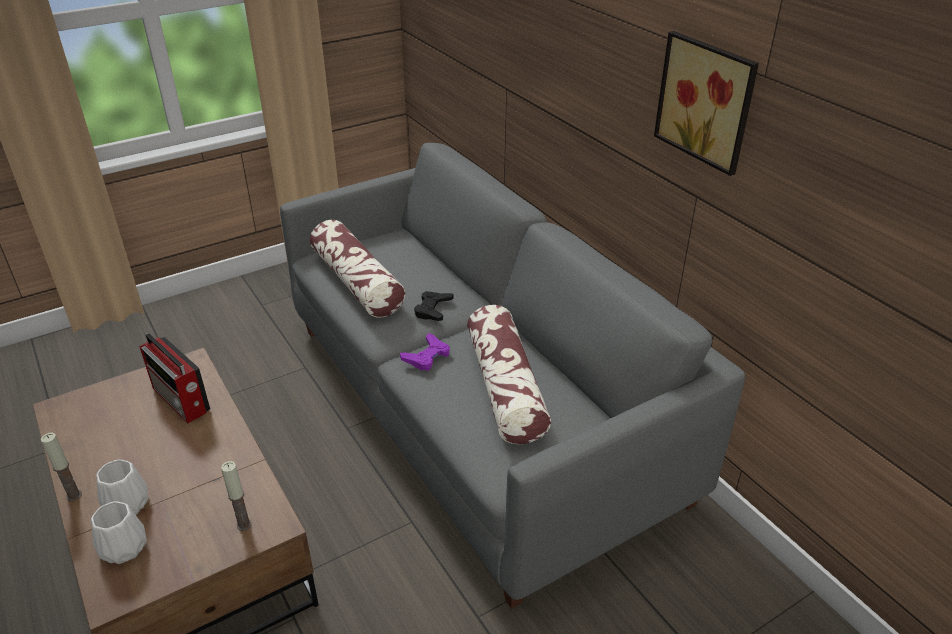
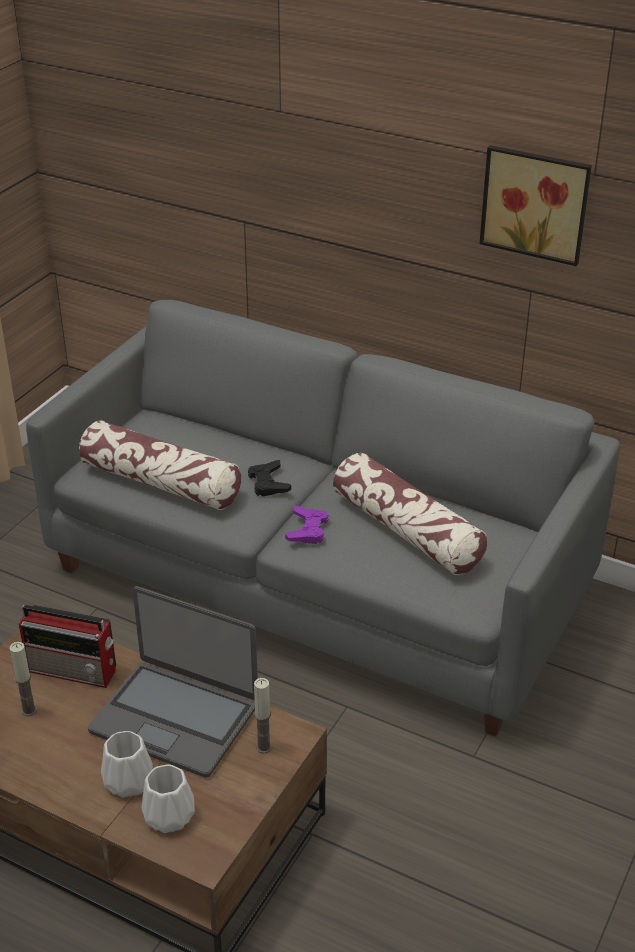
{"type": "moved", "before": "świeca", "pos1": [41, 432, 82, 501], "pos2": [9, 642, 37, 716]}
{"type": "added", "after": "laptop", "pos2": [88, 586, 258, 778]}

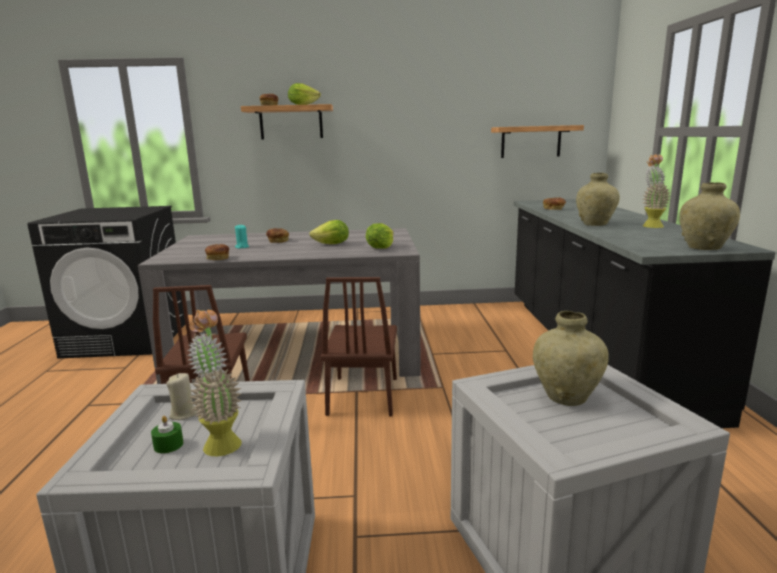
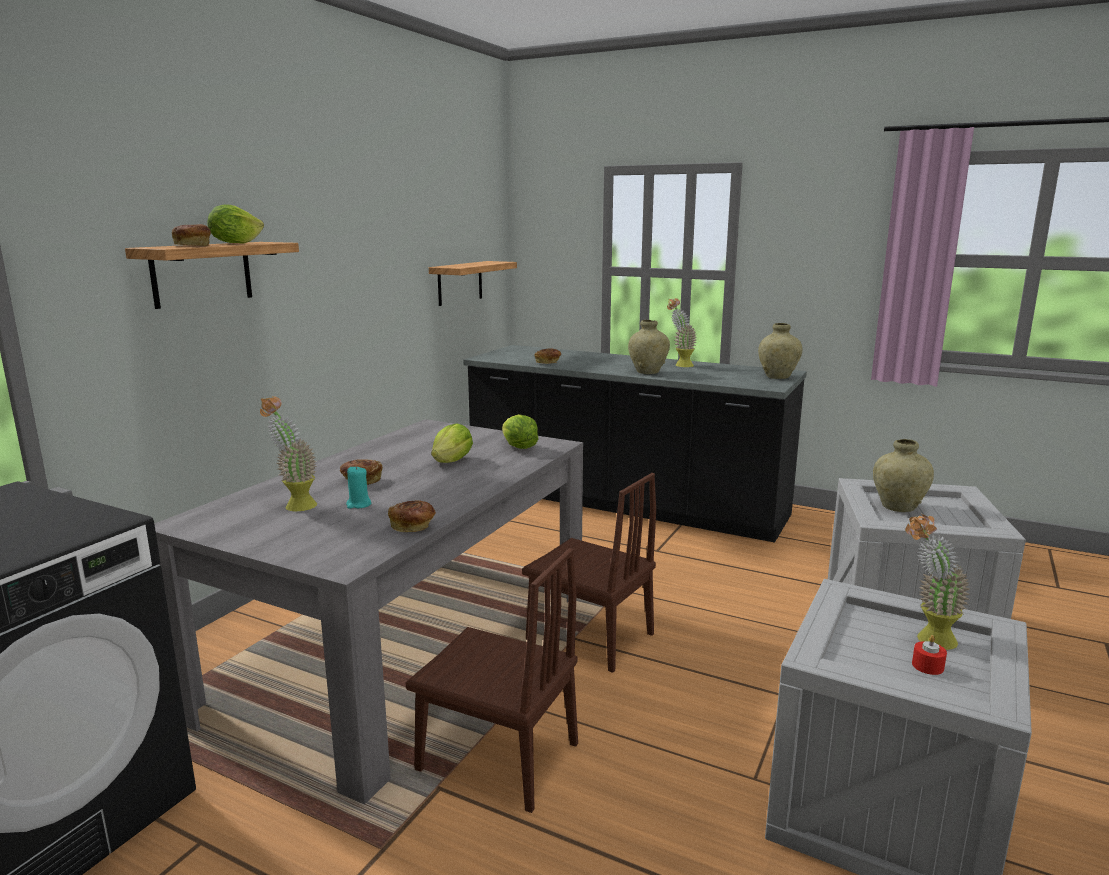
{"type": "recoloured", "before": "świeca (zielony)", "after": "świeca (czerwony)", "pos1": [151, 416, 183, 454], "pos2": [912, 635, 947, 675]}
{"type": "removed", "before": "świeca (beżowy)", "pos1": [166, 373, 197, 420]}
{"type": "added", "after": "roślina doniczkowa", "pos2": [260, 396, 317, 511]}

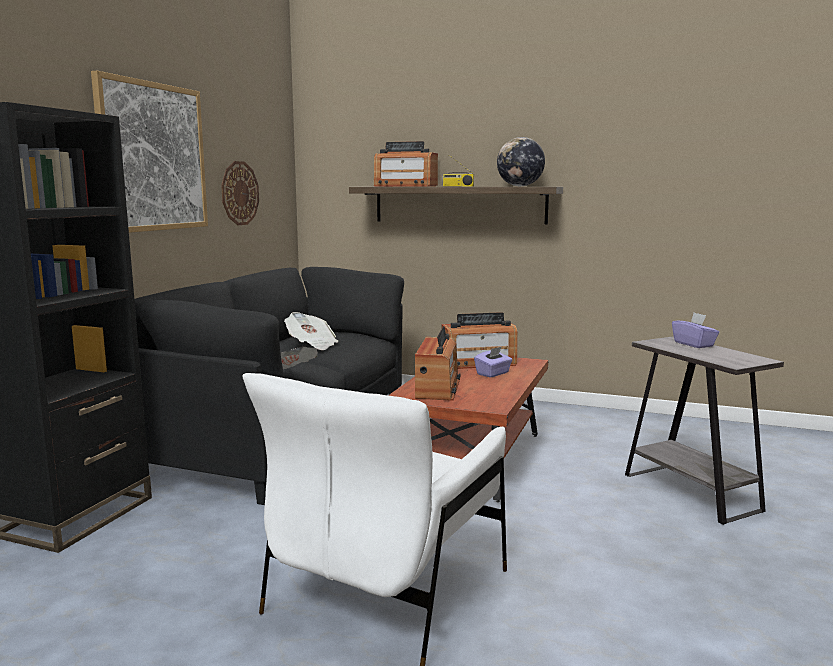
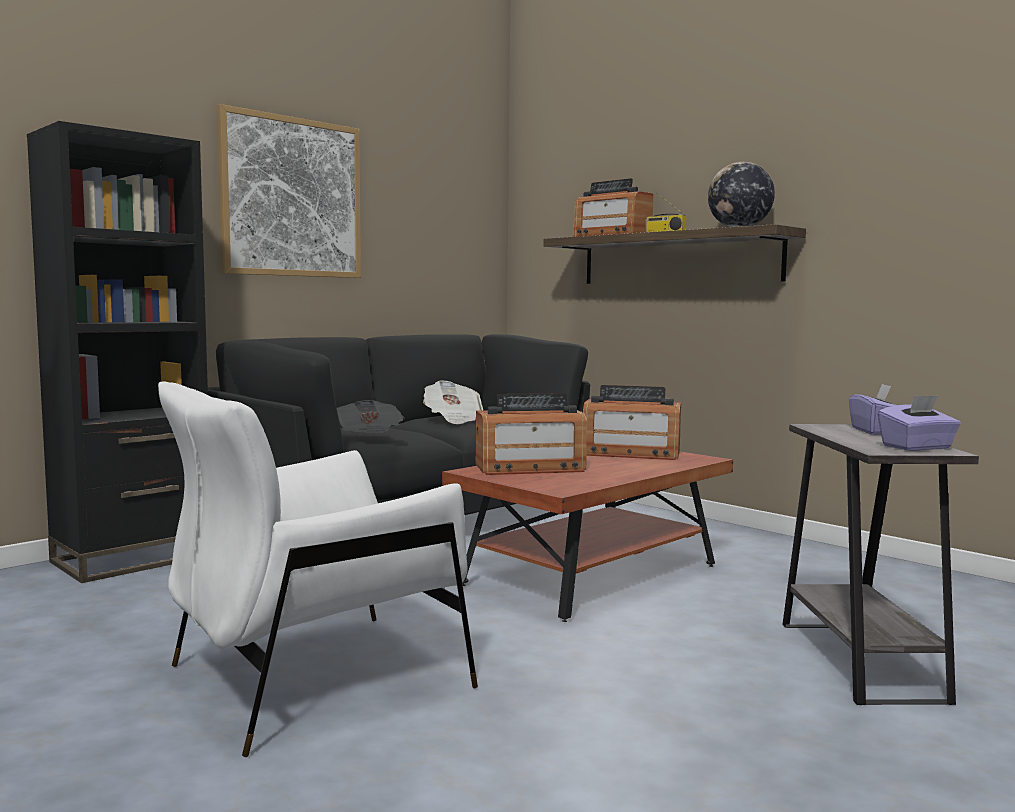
{"type": "removed", "before": "zegar ścienny", "pos1": [221, 161, 259, 225]}
{"type": "turned", "before": "radio", "pos1": [415, 326, 461, 401], "pos2": [476, 393, 587, 475], "turn": 45}
{"type": "moved", "before": "pudełko chusteczek (fioletowy)", "pos1": [474, 347, 512, 378], "pos2": [878, 395, 961, 451]}

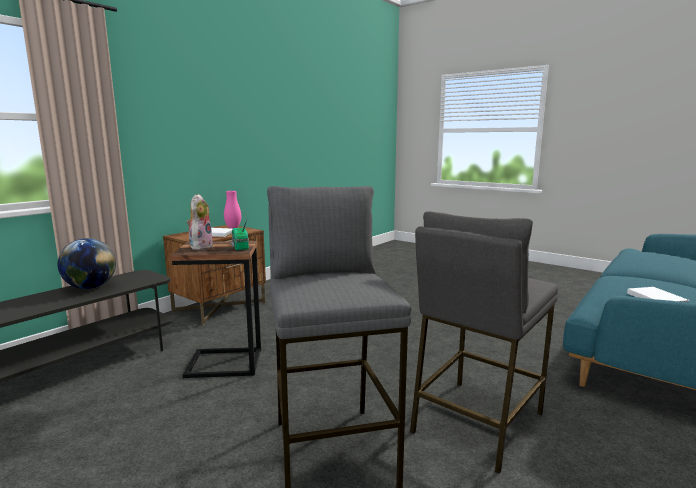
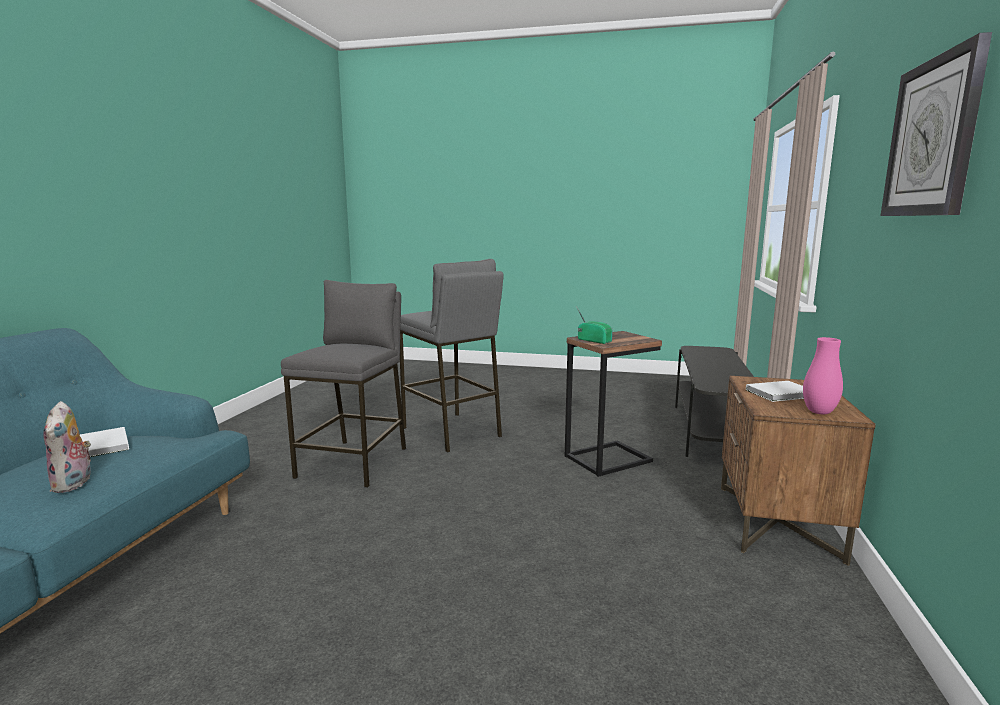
{"type": "removed", "before": "globus", "pos1": [58, 238, 116, 289]}
{"type": "moved", "before": "pluszak", "pos1": [187, 194, 213, 250], "pos2": [43, 401, 91, 493]}
{"type": "added", "after": "zegar ścienny", "pos2": [880, 32, 992, 216]}

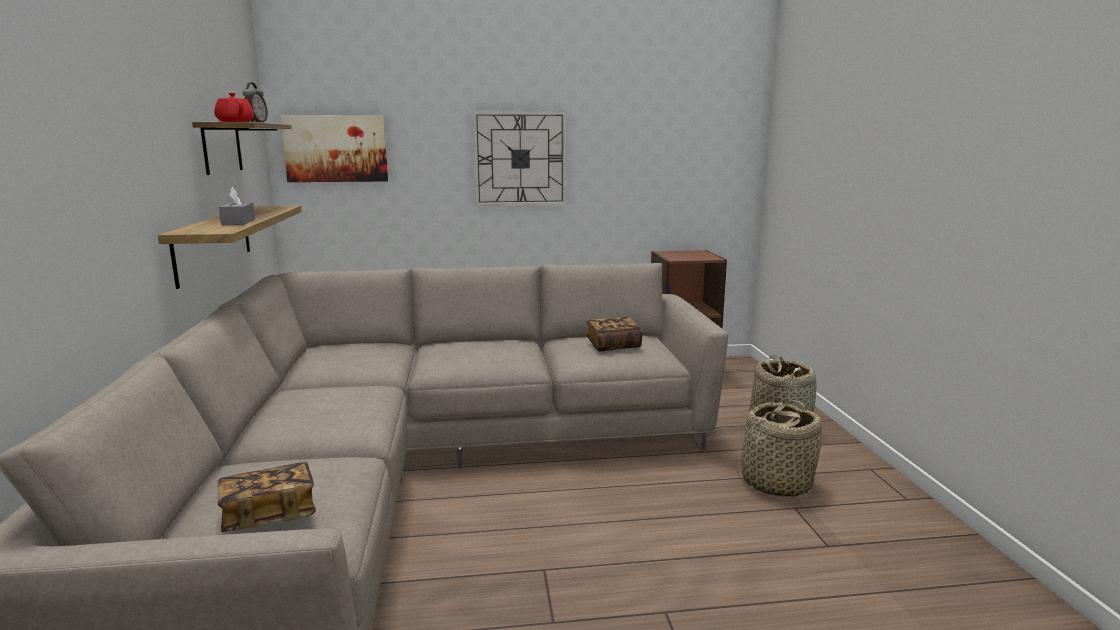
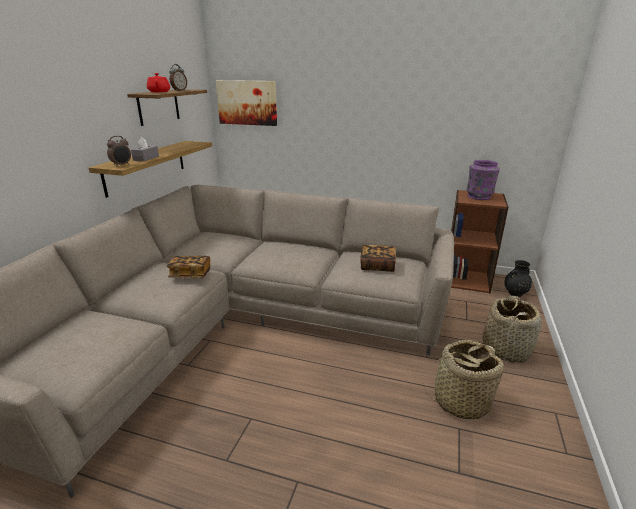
{"type": "moved", "before": "książka", "pos1": [217, 462, 316, 532], "pos2": [167, 256, 210, 278]}
{"type": "removed", "before": "zegar ścienny", "pos1": [473, 111, 566, 206]}
{"type": "added", "after": "budzik", "pos2": [107, 136, 131, 167]}
{"type": "added", "after": "wazon (fioletowy)", "pos2": [467, 160, 500, 200]}
{"type": "added", "after": "wazon (czarny)", "pos2": [504, 260, 532, 297]}

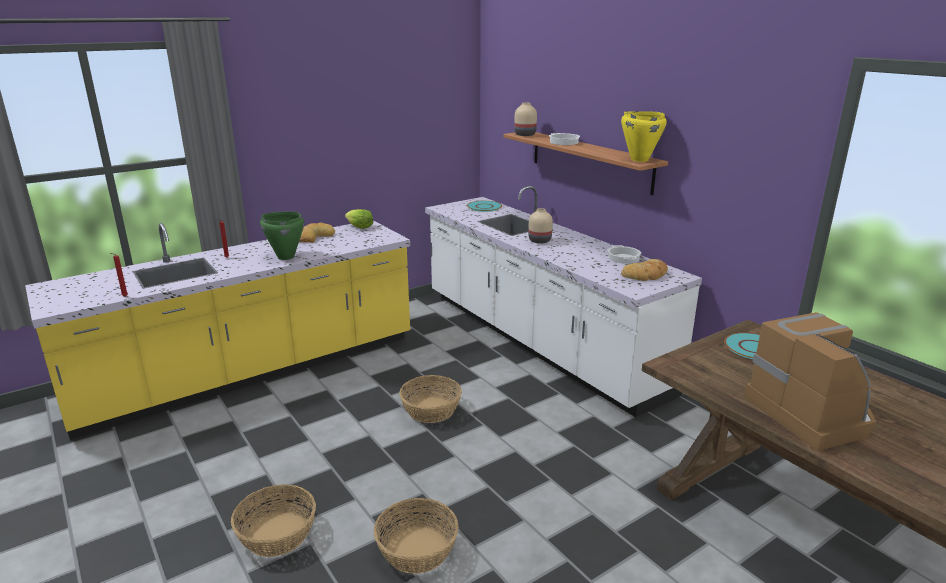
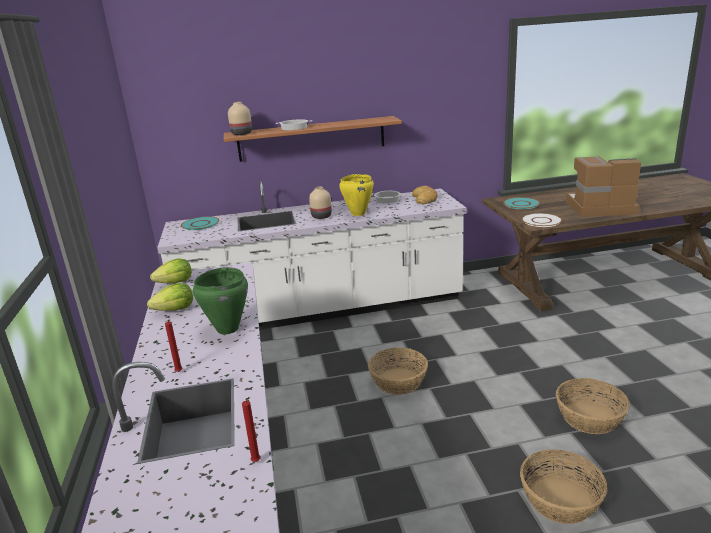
{"type": "replaced", "before": "chleb", "after": "sałata", "pos1": [299, 223, 335, 243], "pos2": [147, 283, 193, 311]}
{"type": "moved", "before": "garnek (żółty)", "pos1": [621, 111, 667, 162], "pos2": [339, 174, 374, 216]}
{"type": "added", "after": "talerz (biały)", "pos2": [522, 213, 562, 227]}

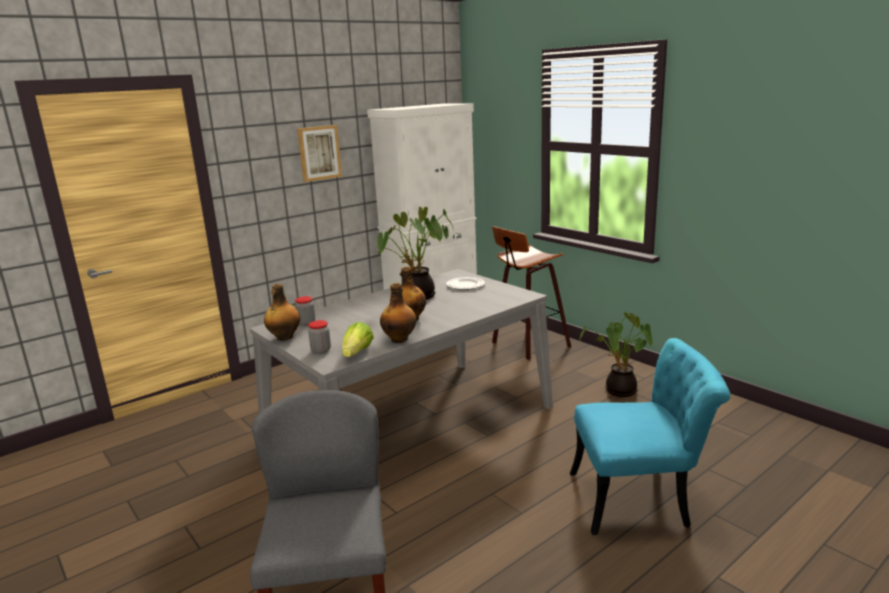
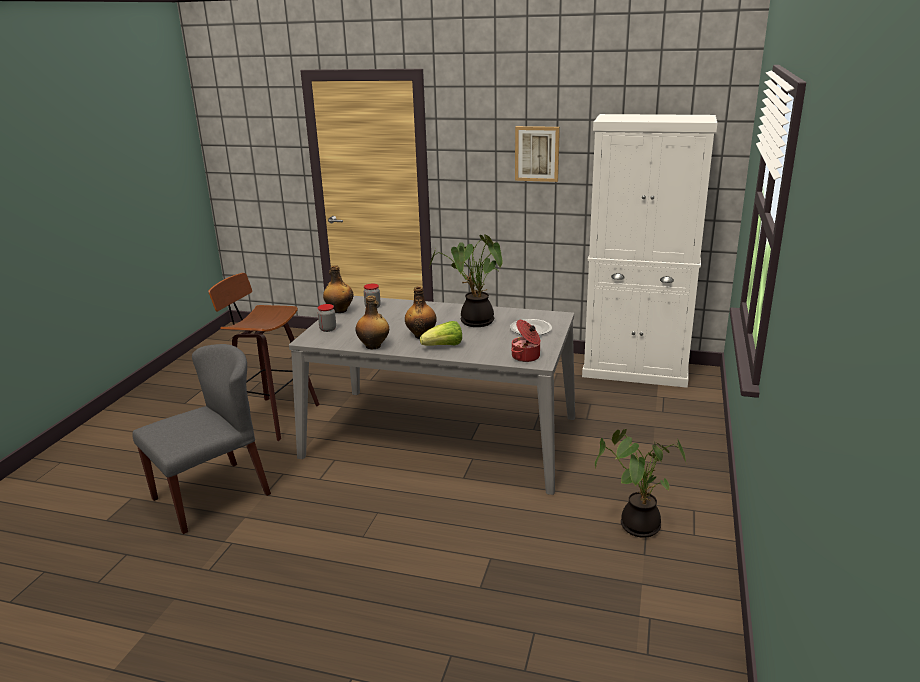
{"type": "moved", "before": "sałata", "pos1": [342, 322, 374, 357], "pos2": [420, 321, 462, 346]}
{"type": "moved", "before": "stołek", "pos1": [492, 226, 571, 360], "pos2": [208, 273, 320, 441]}
{"type": "removed", "before": "krzesło (turkusowy)", "pos1": [570, 338, 730, 535]}
{"type": "added", "after": "garnek", "pos2": [511, 320, 541, 362]}

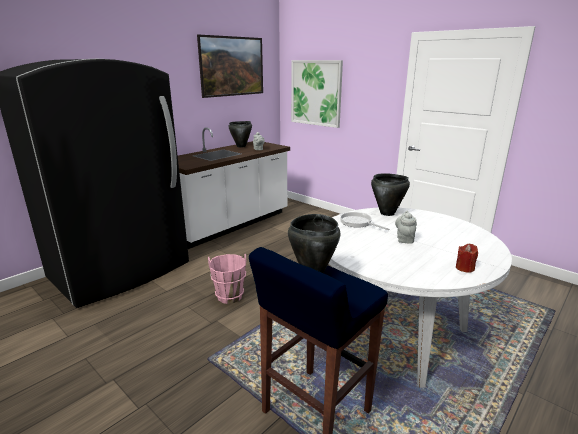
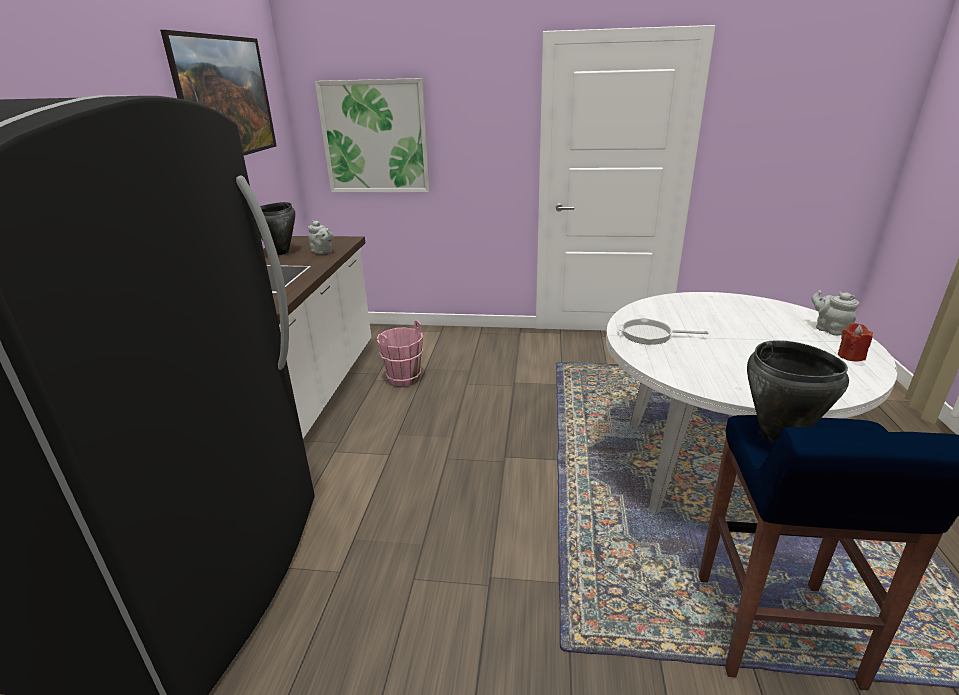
{"type": "moved", "before": "wiadro (różowy)", "pos1": [208, 254, 246, 304], "pos2": [377, 320, 423, 387]}
{"type": "removed", "before": "garnek (czarny)", "pos1": [371, 173, 410, 216]}
{"type": "moved", "before": "imbryk (szary)", "pos1": [395, 211, 417, 244], "pos2": [812, 290, 859, 336]}

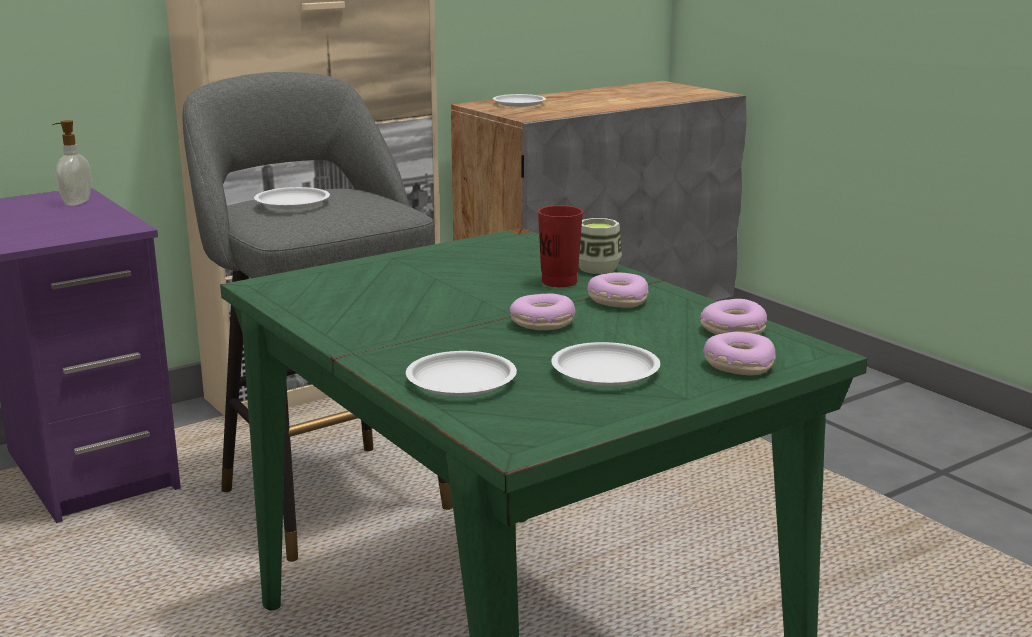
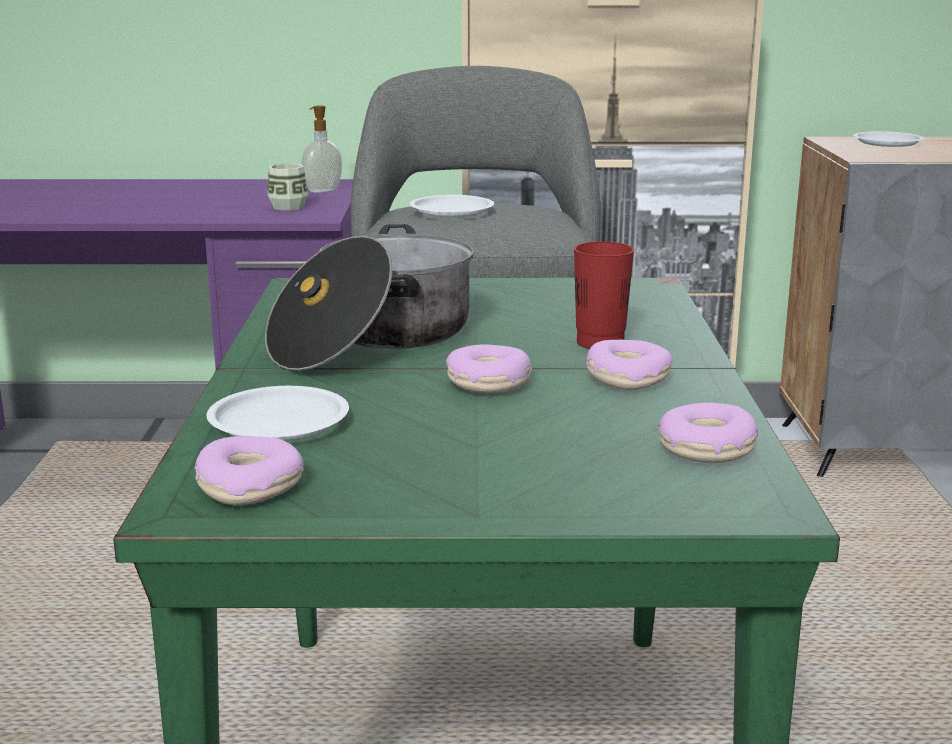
{"type": "removed", "before": "talerz (biały)", "pos1": [551, 342, 660, 386]}
{"type": "moved", "before": "filiżanka", "pos1": [579, 218, 622, 274], "pos2": [267, 164, 308, 210]}
{"type": "moved", "before": "donut", "pos1": [703, 332, 776, 376], "pos2": [194, 436, 304, 505]}
{"type": "added", "after": "garnek", "pos2": [265, 224, 474, 371]}

